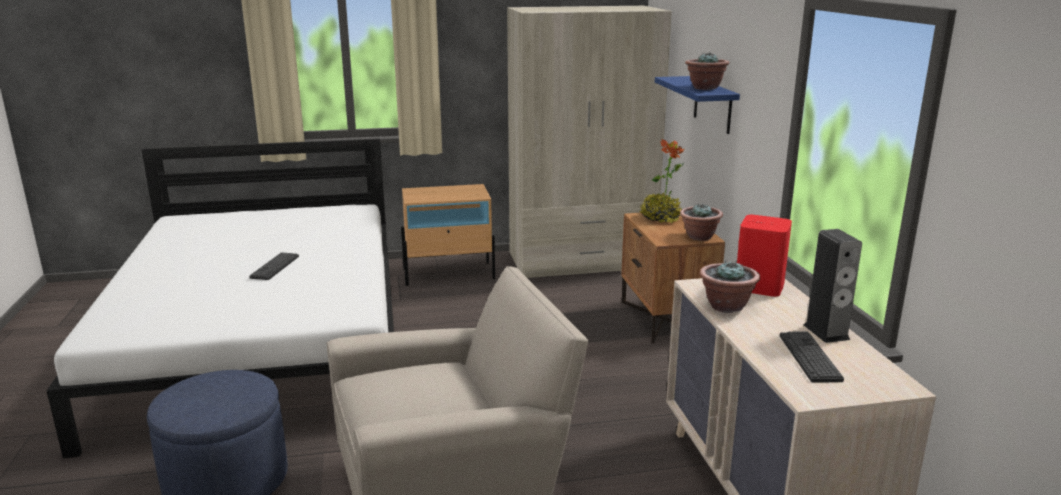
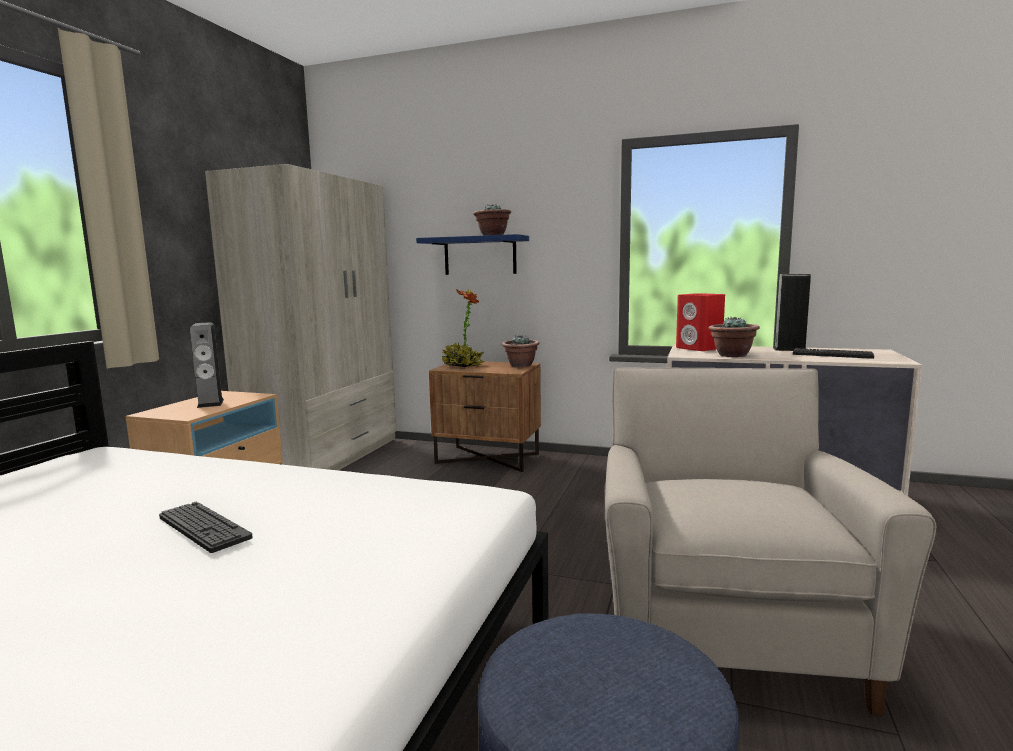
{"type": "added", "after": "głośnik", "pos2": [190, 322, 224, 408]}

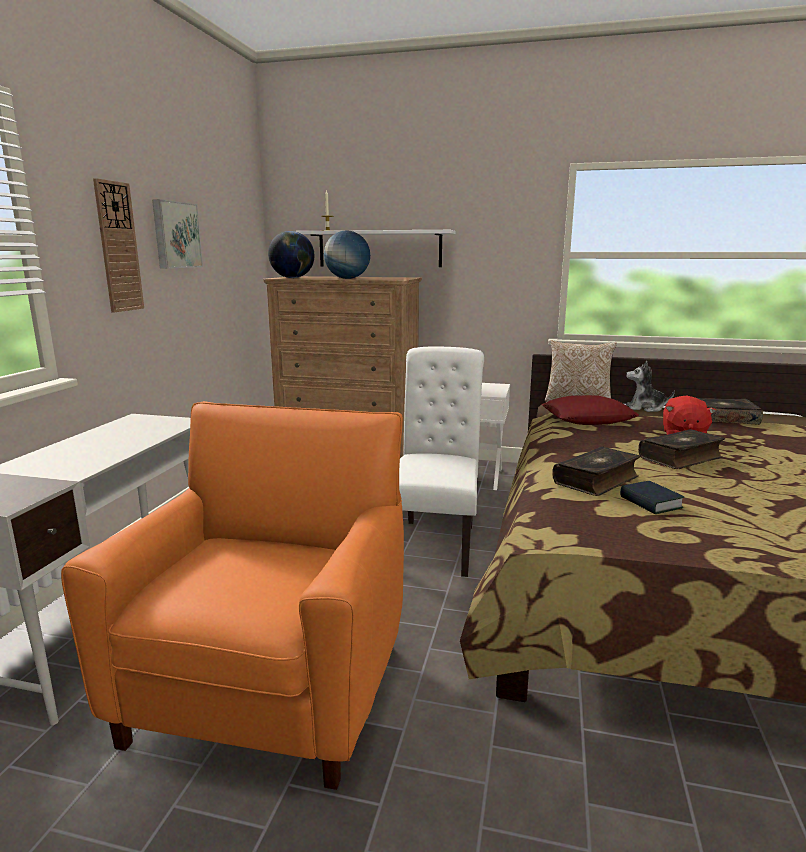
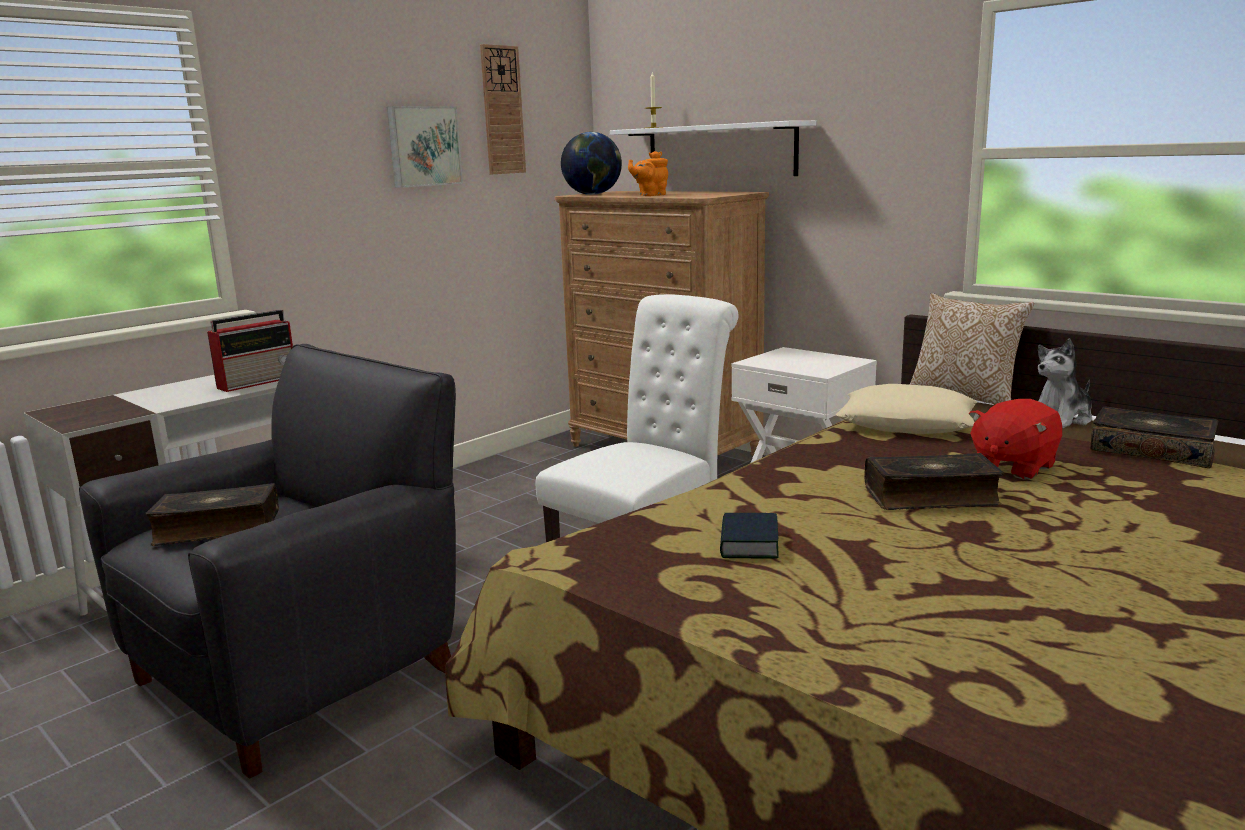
{"type": "recoloured", "before": "fotel (pomarańczowy)", "after": "fotel (czarny)", "pos1": [61, 401, 404, 790], "pos2": [79, 344, 456, 779]}
{"type": "moved", "before": "zegar ścienny", "pos1": [93, 178, 144, 313], "pos2": [480, 44, 526, 174]}
{"type": "replaced", "before": "globus", "after": "imbryk (pomarańczowy)", "pos1": [324, 230, 370, 279], "pos2": [628, 151, 668, 196]}
{"type": "recoloured", "before": "poduszka (czerwony)", "after": "poduszka (beżowy)", "pos1": [542, 395, 639, 425], "pos2": [835, 384, 977, 434]}
{"type": "moved", "before": "książka", "pos1": [552, 446, 640, 496], "pos2": [145, 483, 279, 546]}
{"type": "turned", "before": "pluszak", "pos1": [626, 361, 675, 412], "pos2": [1038, 339, 1092, 428], "turn": -75}
{"type": "added", "after": "radio", "pos2": [207, 310, 293, 392]}

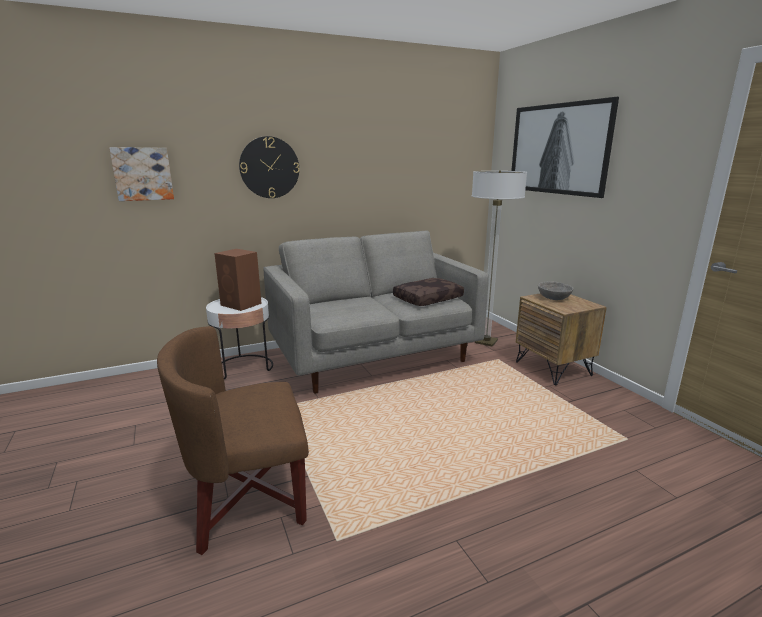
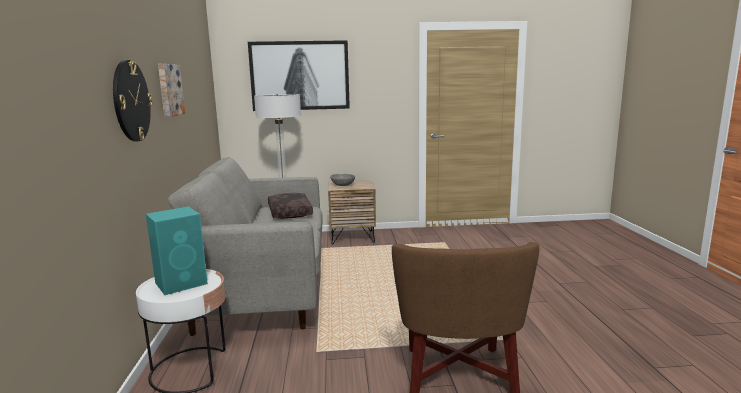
{"type": "moved", "before": "obraz", "pos1": [109, 147, 174, 201], "pos2": [158, 64, 185, 117]}
{"type": "recoloured", "before": "głośnik (brązowy)", "after": "głośnik (turkusowy)", "pos1": [214, 249, 262, 311], "pos2": [146, 207, 208, 295]}

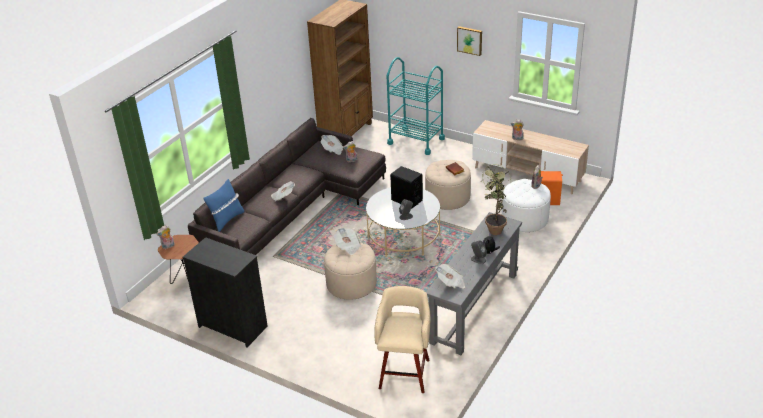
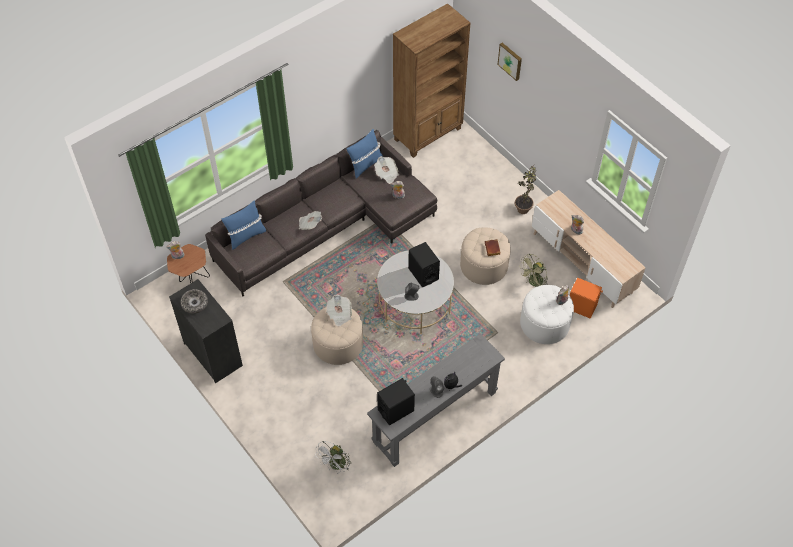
{"type": "replaced", "before": "stołek (beżowy)", "after": "wentylator (biały)", "pos1": [374, 286, 430, 393], "pos2": [315, 441, 352, 472]}
{"type": "removed", "before": "wózek (turkusowy)", "pos1": [387, 57, 445, 155]}
{"type": "replaced", "before": "gazeta", "after": "głośnik (czarny)", "pos1": [435, 264, 465, 289], "pos2": [377, 378, 415, 426]}
{"type": "moved", "before": "obraz", "pos1": [457, 26, 482, 56], "pos2": [498, 43, 522, 81]}
{"type": "moved", "before": "roślina doniczkowa", "pos1": [484, 171, 507, 235], "pos2": [515, 163, 537, 214]}
{"type": "added", "after": "miska", "pos2": [181, 289, 208, 314]}
{"type": "added", "after": "poduszka (niebieski)", "pos2": [346, 129, 383, 178]}

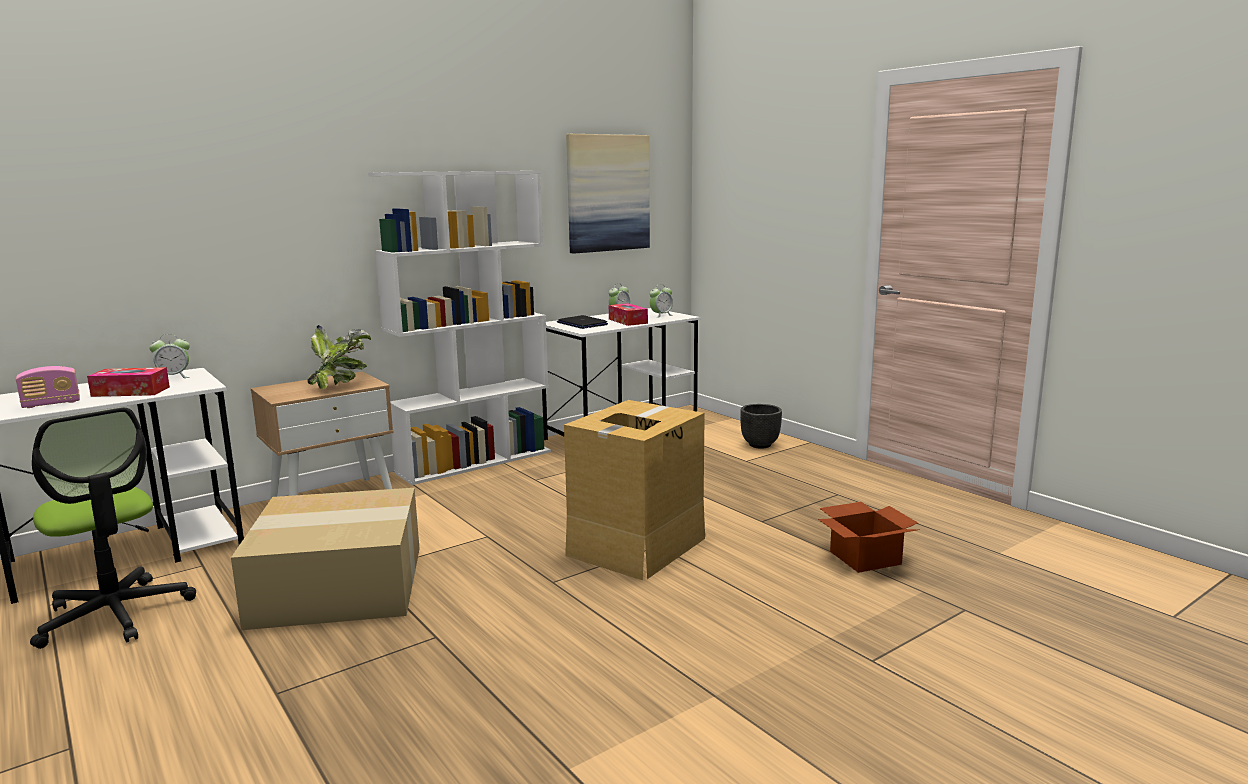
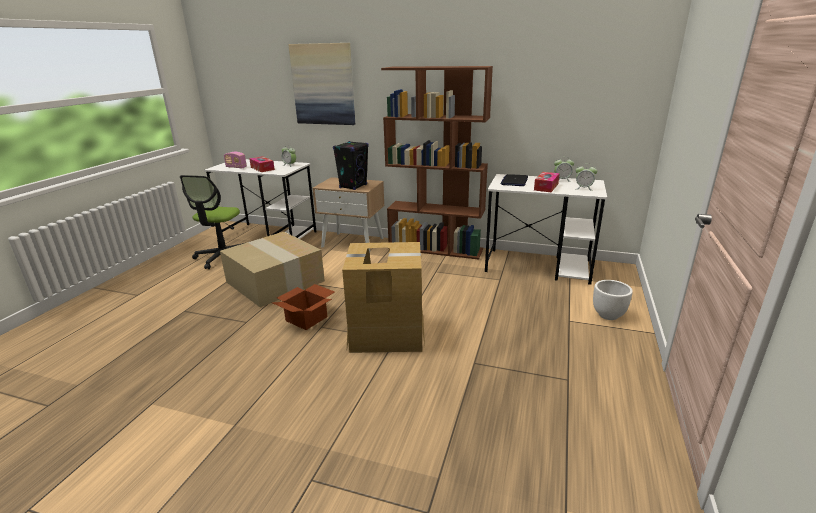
{"type": "replaced", "before": "roślina doniczkowa", "after": "głośnik (czarny)", "pos1": [307, 325, 371, 389], "pos2": [333, 141, 369, 190]}
{"type": "recoloured", "before": "regał (biały)", "after": "regał (brązowy)", "pos1": [368, 171, 551, 485], "pos2": [381, 66, 493, 260]}
{"type": "moved", "before": "obraz", "pos1": [566, 134, 650, 254], "pos2": [288, 43, 355, 125]}
{"type": "recoloured", "before": "donica (czarny)", "after": "donica (biały)", "pos1": [740, 404, 782, 449], "pos2": [593, 280, 633, 320]}
{"type": "moved", "before": "karton", "pos1": [818, 502, 920, 573], "pos2": [273, 284, 335, 330]}

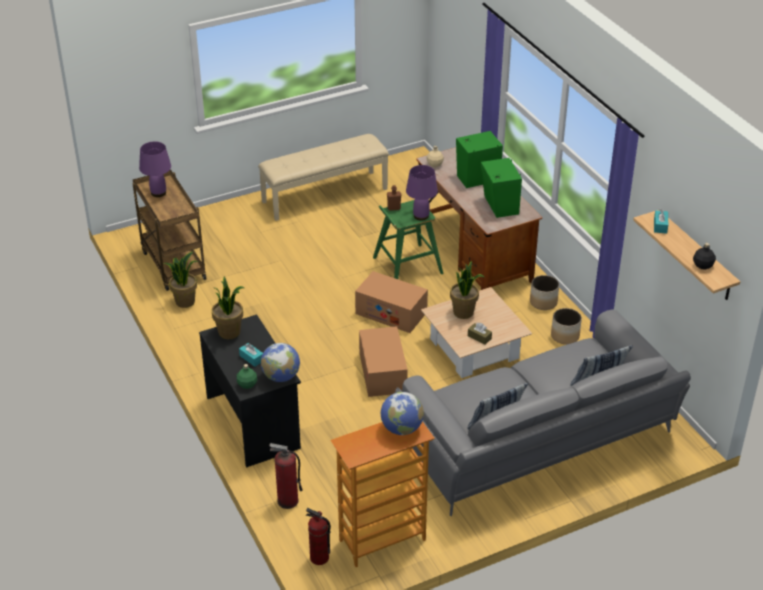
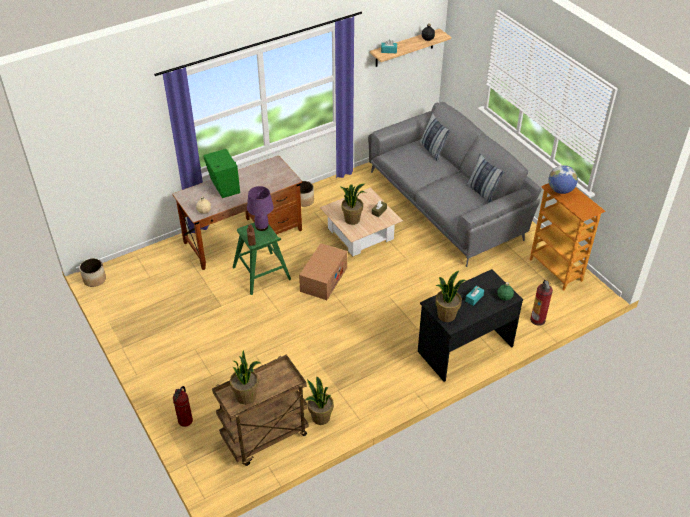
{"type": "replaced", "before": "lampa stołowa (fioletowy)", "after": "roślina doniczkowa", "pos1": [139, 141, 171, 197], "pos2": [230, 350, 260, 404]}
{"type": "removed", "before": "ławka (beżowy)", "pos1": [258, 134, 389, 221]}
{"type": "removed", "before": "globus", "pos1": [261, 343, 300, 382]}
{"type": "moved", "before": "gaśnica", "pos1": [306, 508, 331, 565], "pos2": [173, 386, 193, 427]}
{"type": "removed", "before": "karton", "pos1": [359, 326, 408, 397]}
{"type": "removed", "before": "głośnik (zielony)", "pos1": [481, 158, 522, 218]}
{"type": "moved", "before": "donica", "pos1": [551, 308, 582, 344], "pos2": [79, 258, 106, 287]}

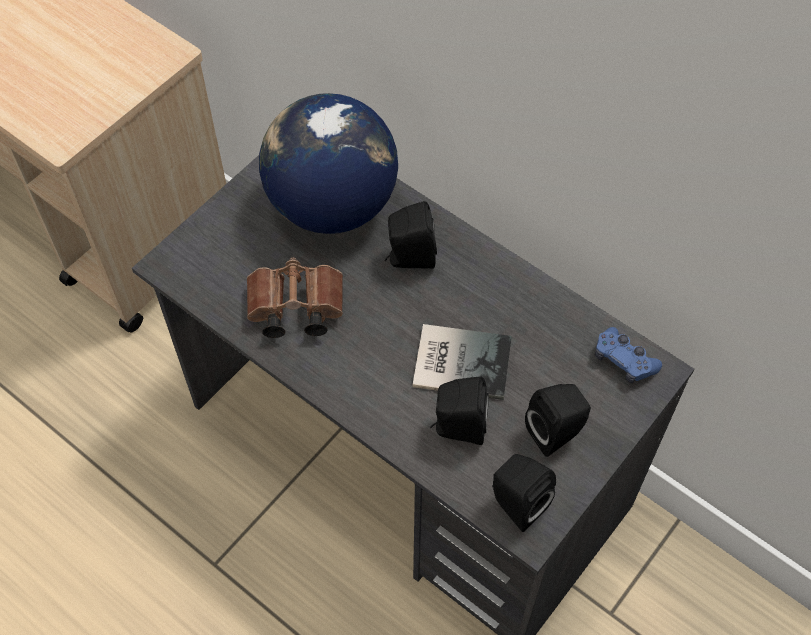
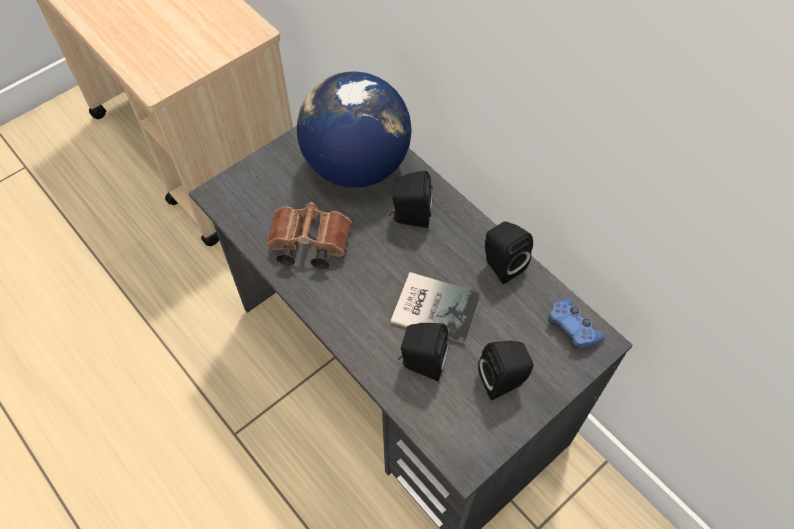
{"type": "moved", "before": "głośnik (czarny)", "pos1": [492, 454, 556, 532], "pos2": [485, 222, 533, 284]}

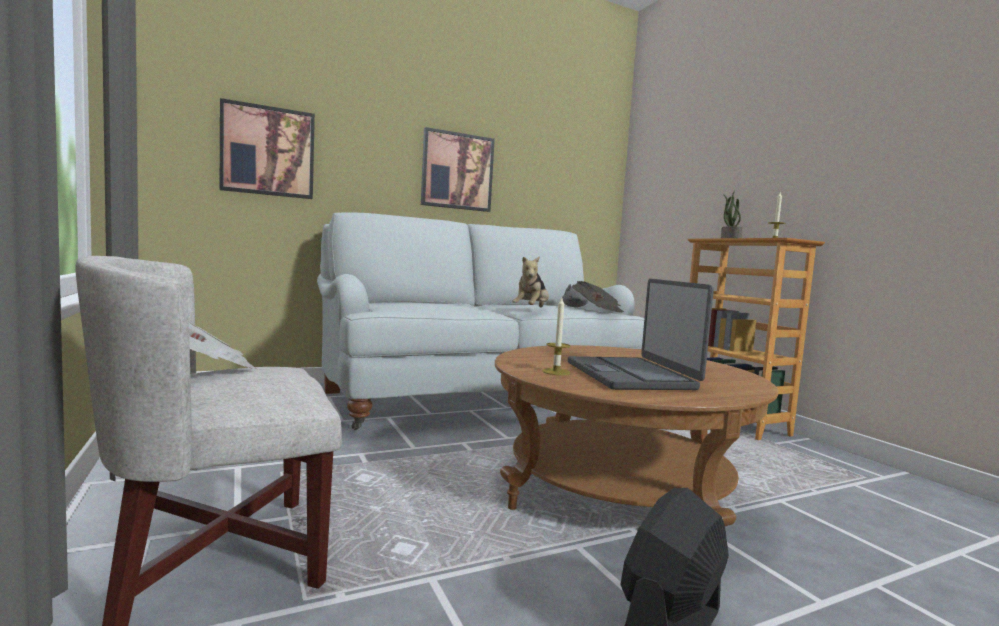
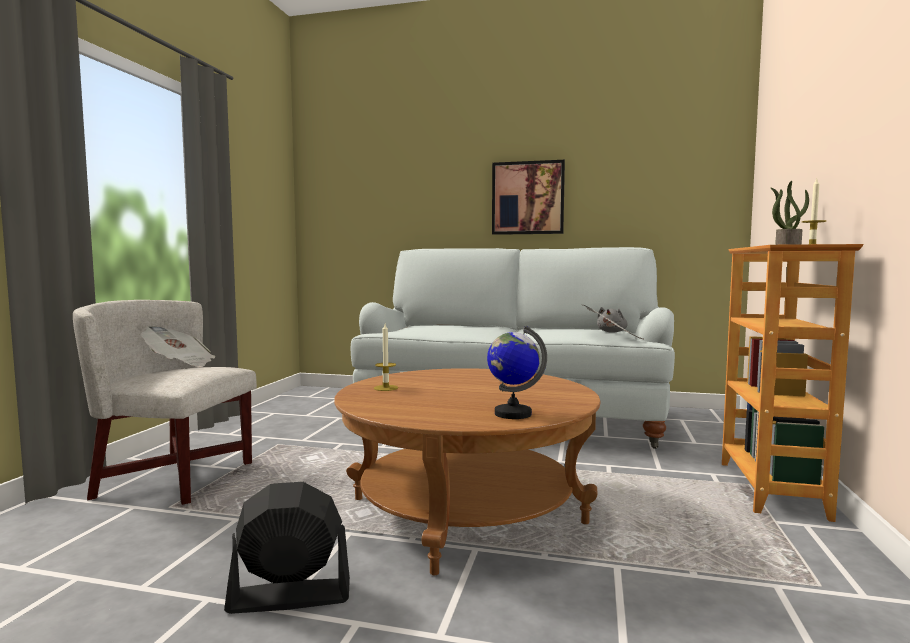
{"type": "removed", "before": "obraz", "pos1": [220, 98, 315, 199]}
{"type": "removed", "before": "pluszak", "pos1": [512, 256, 549, 308]}
{"type": "removed", "before": "laptop", "pos1": [568, 279, 714, 390]}
{"type": "added", "after": "globus", "pos2": [487, 326, 547, 419]}

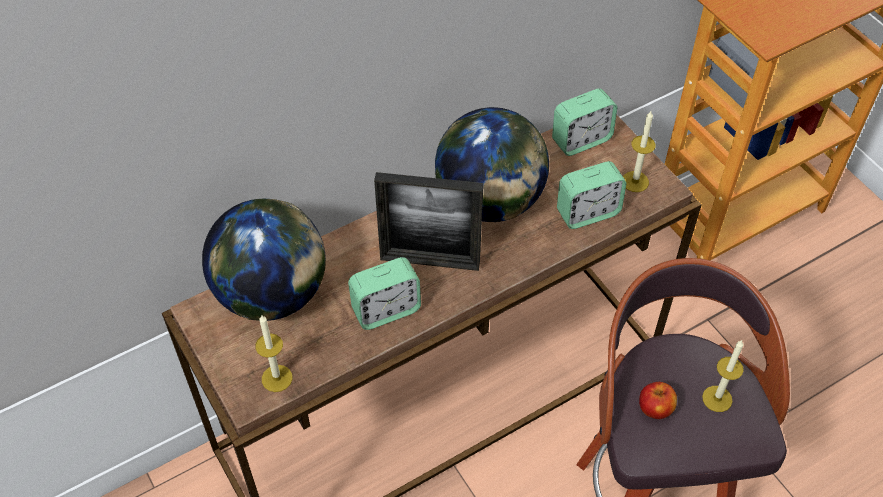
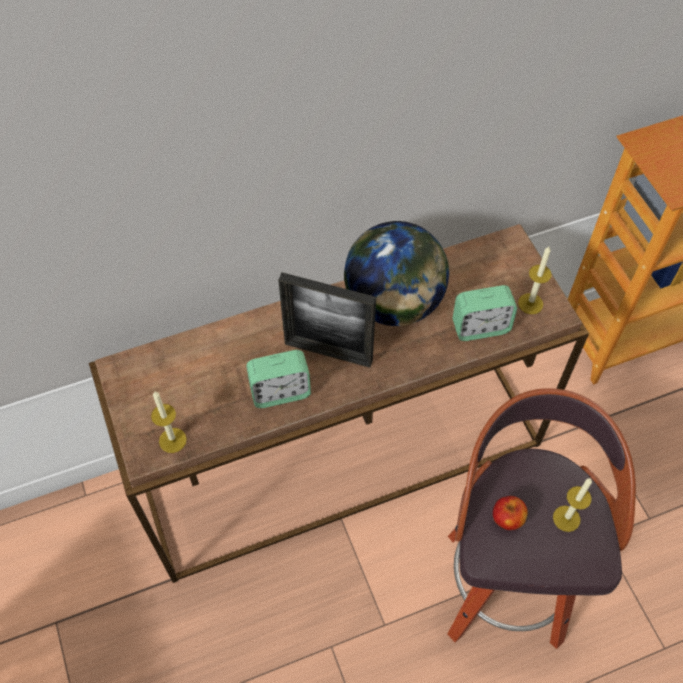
{"type": "removed", "before": "globus", "pos1": [202, 198, 326, 321]}
{"type": "removed", "before": "budzik", "pos1": [552, 88, 617, 156]}

